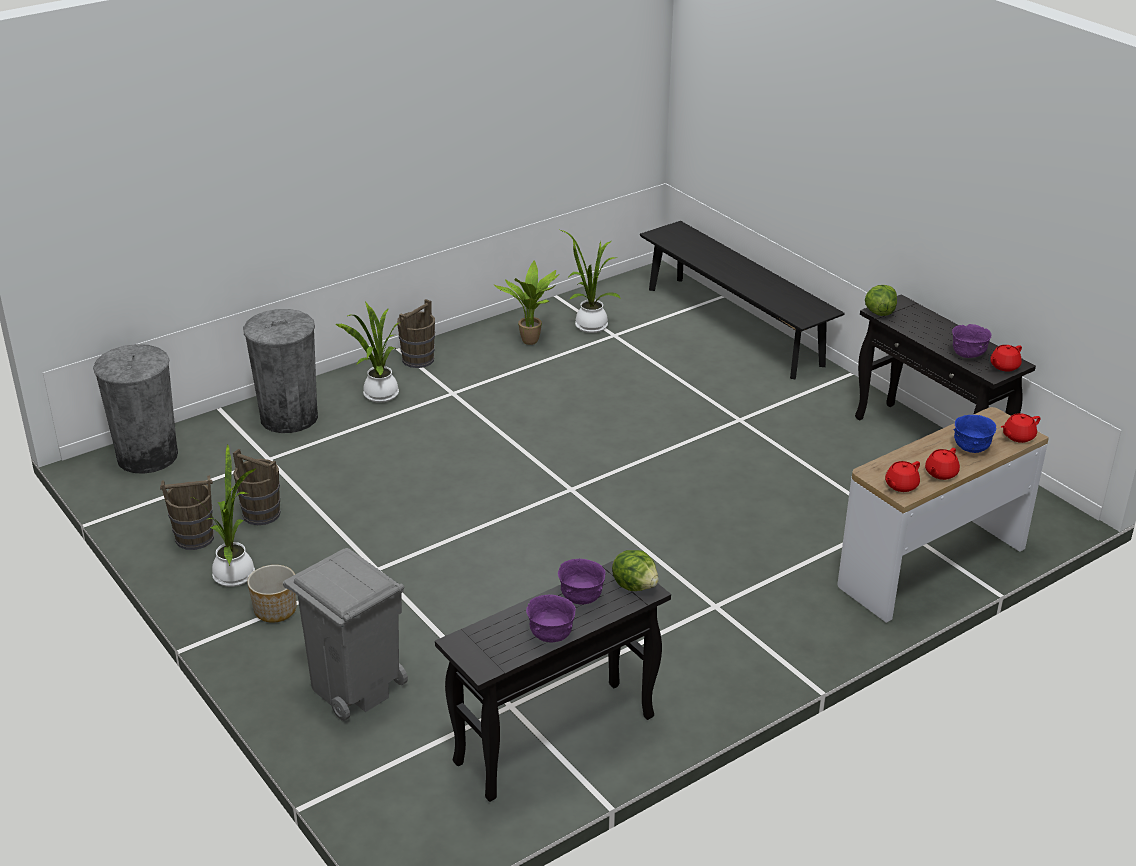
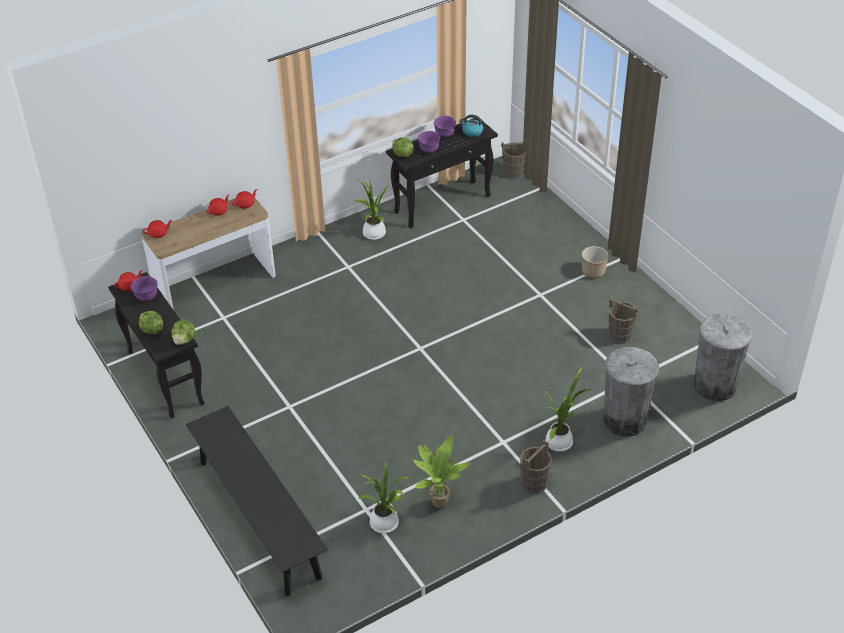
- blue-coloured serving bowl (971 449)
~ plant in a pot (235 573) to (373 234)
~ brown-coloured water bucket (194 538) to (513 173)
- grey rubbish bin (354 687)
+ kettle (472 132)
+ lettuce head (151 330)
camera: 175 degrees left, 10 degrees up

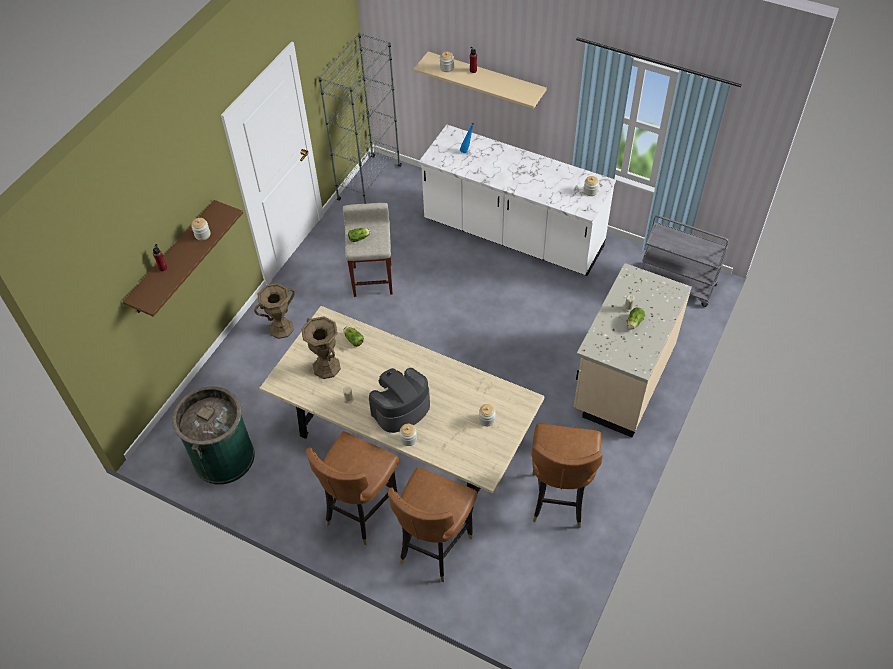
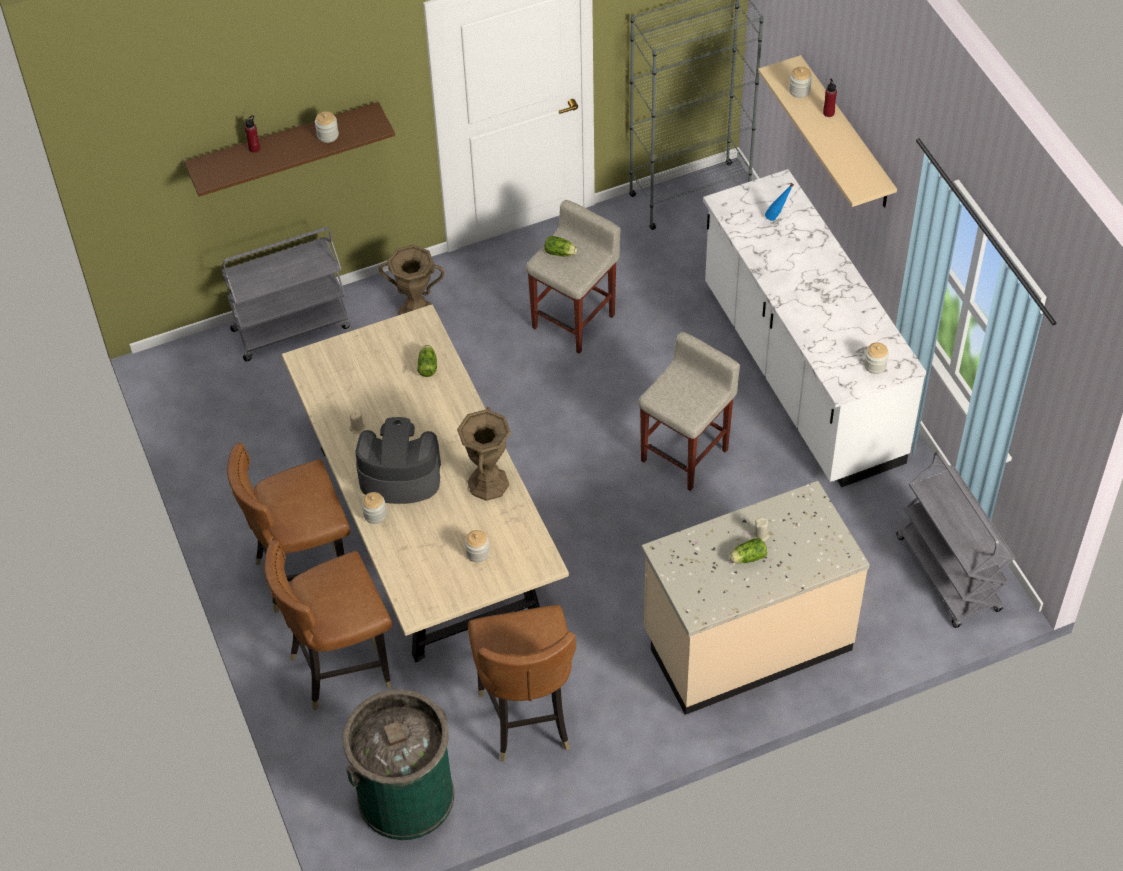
~ brown-coloured vase (326 367) to (488 483)
~ greenish rubbish bin (223 457) to (405 795)
~ brown-coloured plain chair (558 498) = (526 718) 60 degrees counterclockwise
+ grey trolley (292 327)
+ beige stool (685 454)
camera: 40 degrees right, 0 degrees up

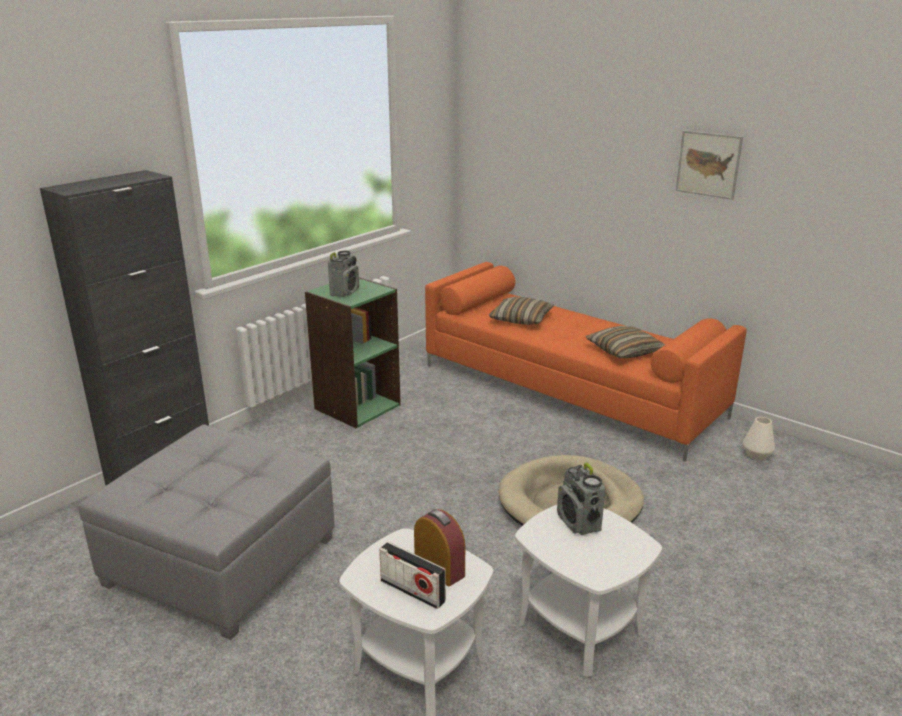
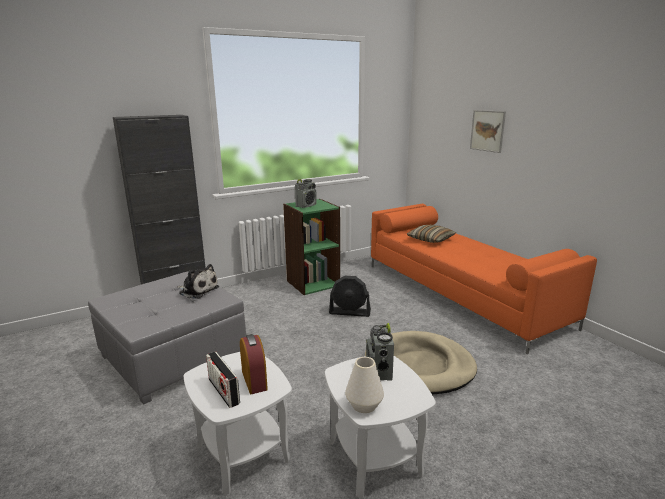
~ wall art (708 164) to (487 131)
- cushion (624 351)
~ whitish vase (757 455) to (364 405)
+ soft toy (197 290)
+ black cooling fan (350 312)
camera: 20 degrees right, 5 degrees down

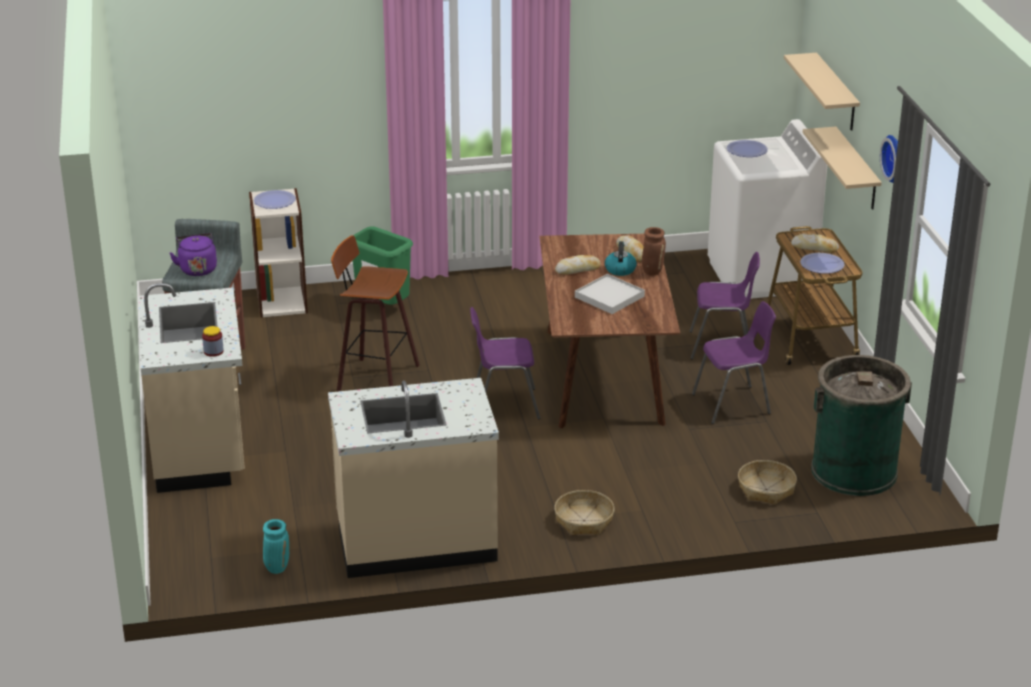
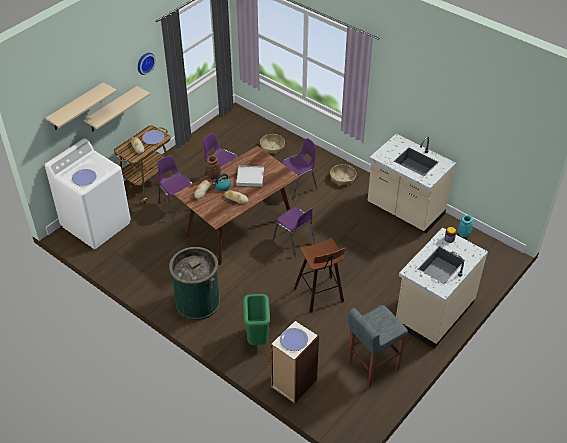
- purple kettle (197 269)
~ greenish rubbish bin (854 471) to (197 302)
+ purple plain chair (298 186)
camera: 130 degrees left, 15 degrees up

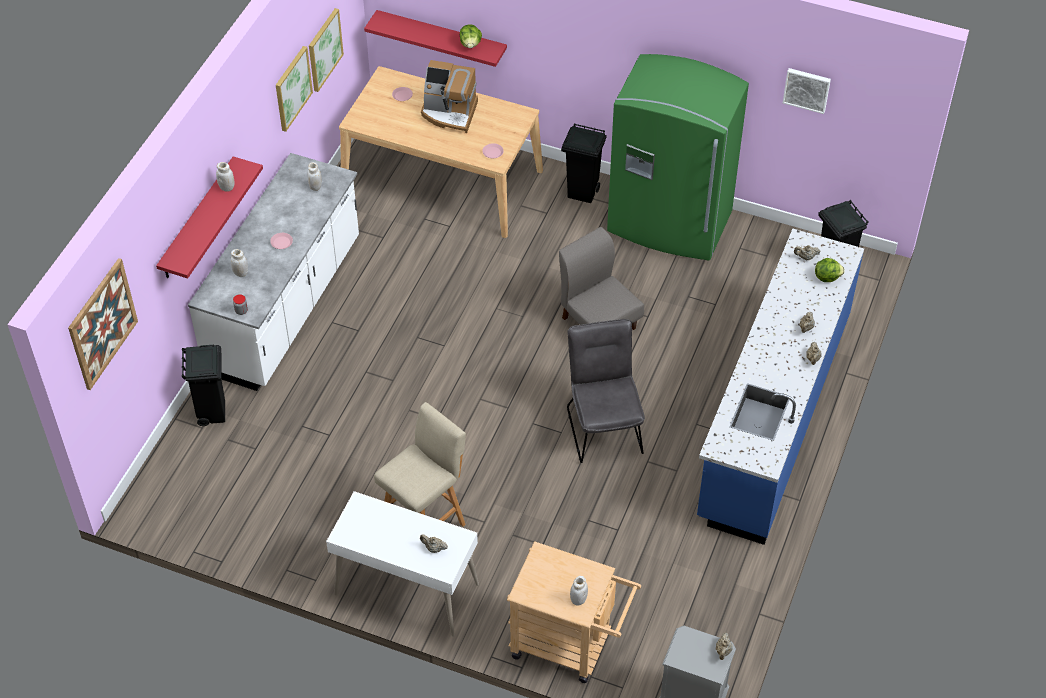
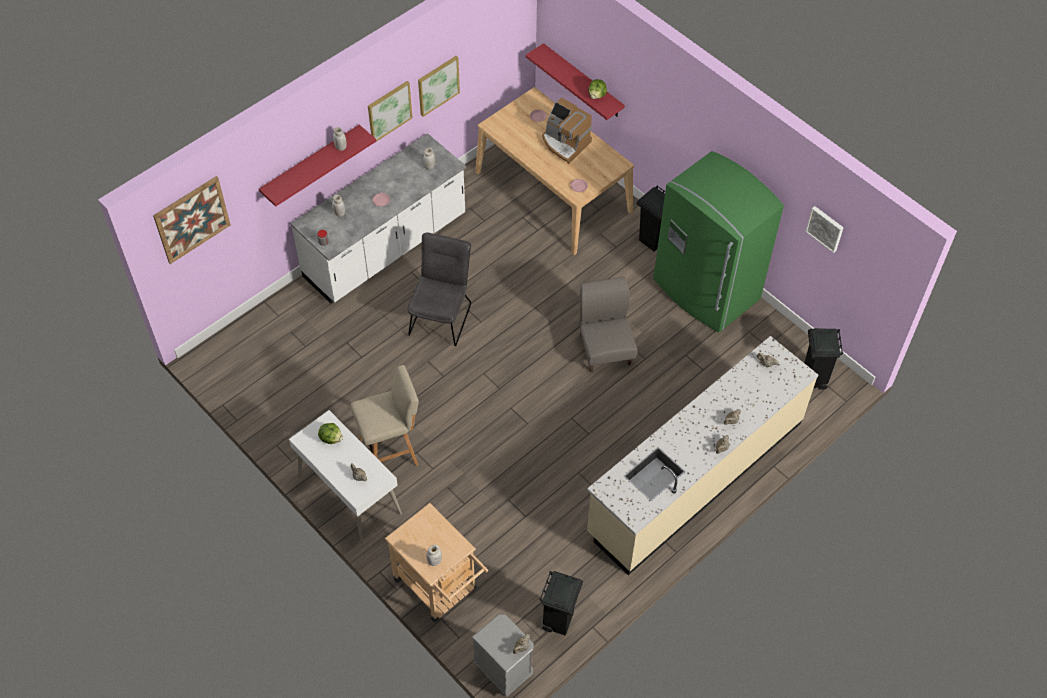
~ wall art (324 49) to (389 111)
~ blue-coloured counter (773 416) to beige counter (695 477)
~ lettuce head (827 277) to (331 438)
~ grey plain chair (603 425) to (442 315)
~ black rubbish bin (212 412) to (558 621)
camera: 25 degrees right, 5 degrees up

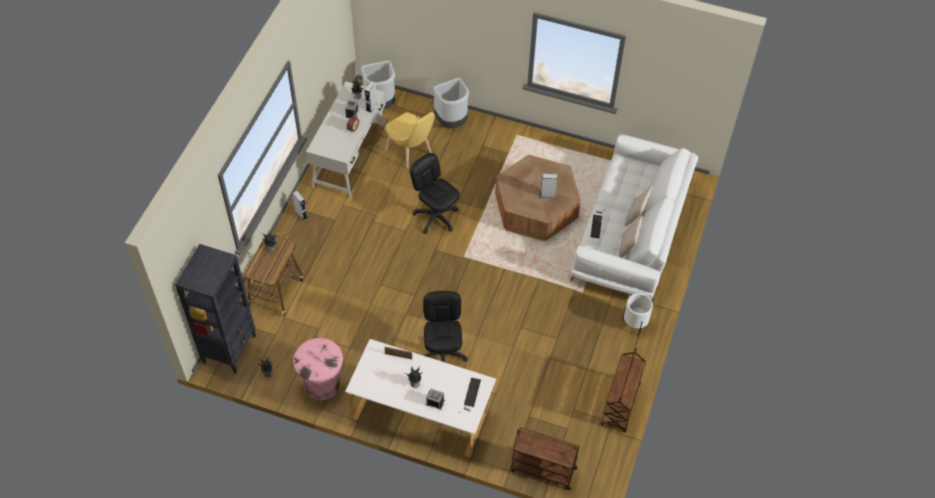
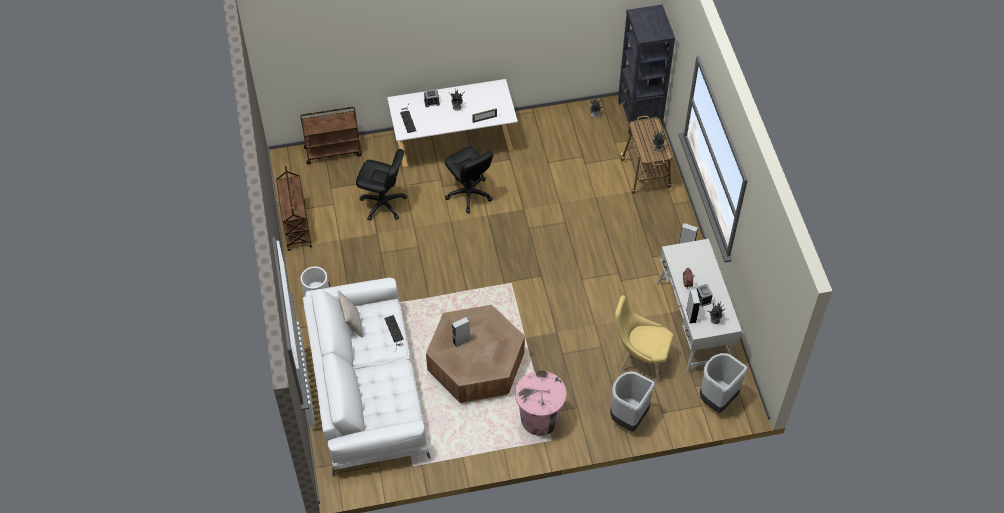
~ black desk chair (436 217) to (383 204)
- beige cushion (636 215)
~ pink rubbish bin (322 384) to (539 419)
camera: 150 degrees right, 0 degrees up

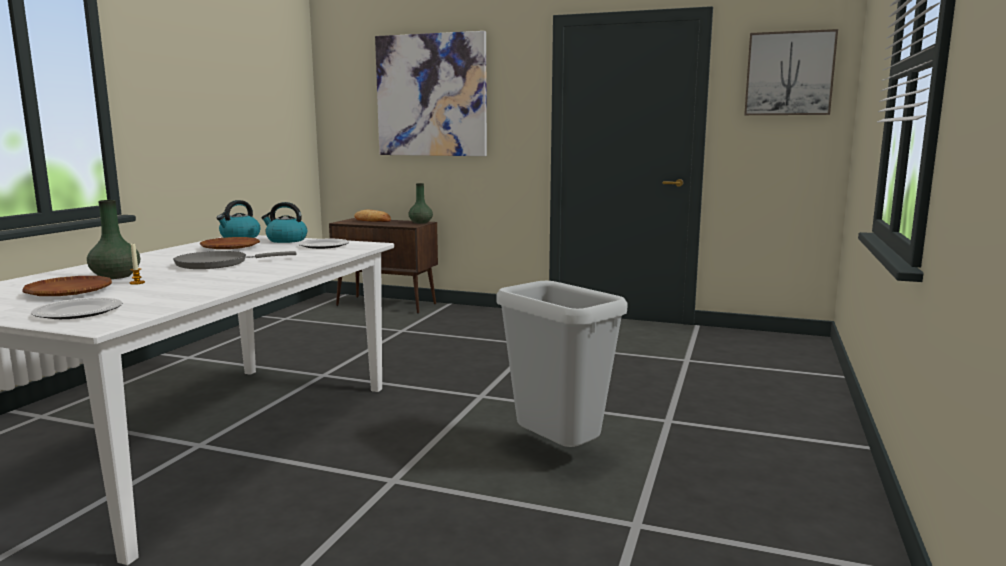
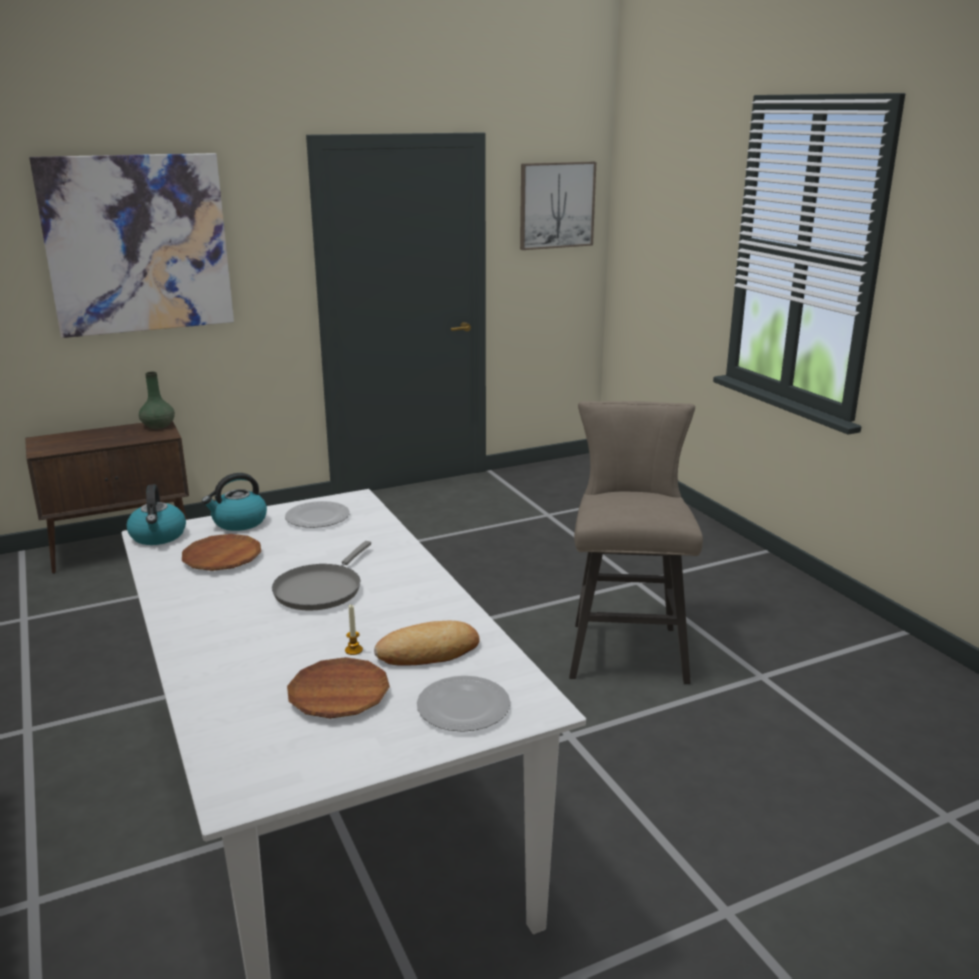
- greenish vase (116 276)
~ bakery bread (372 220) to (428 651)
~ grey rubbish bin (559 453) to beige stool (626 647)
camera: 45 degrees left, 10 degrees up

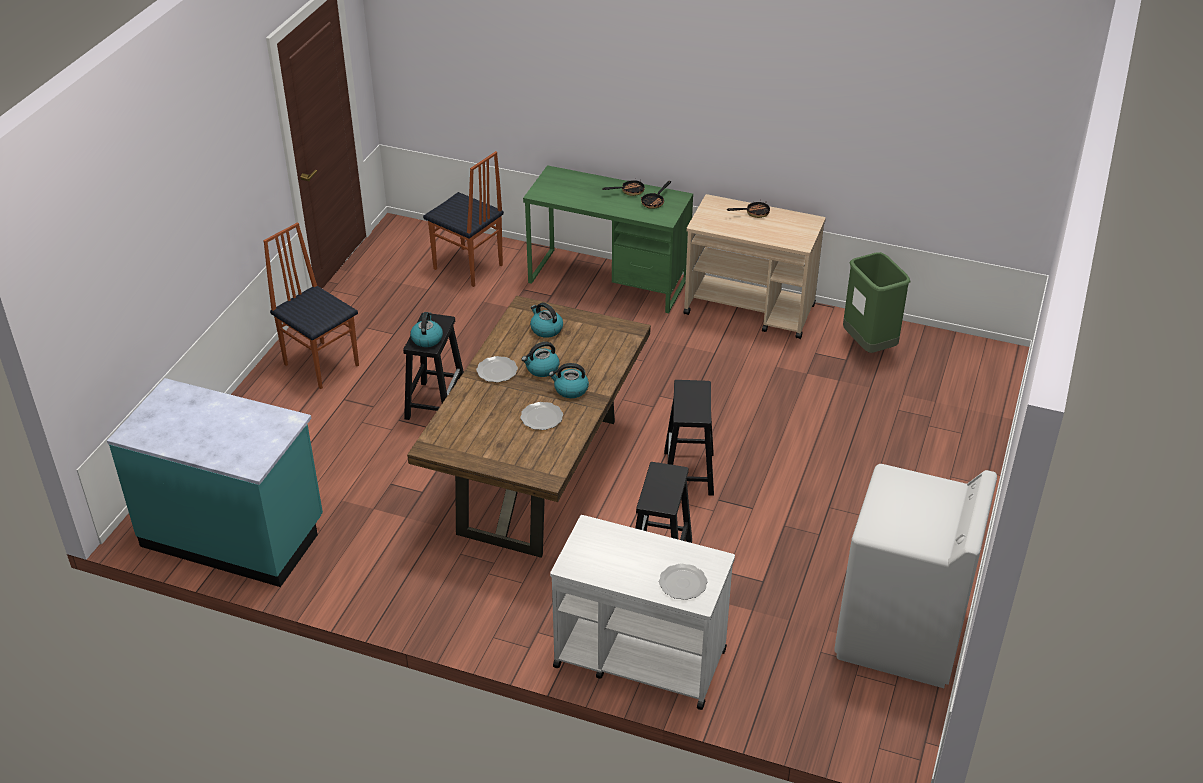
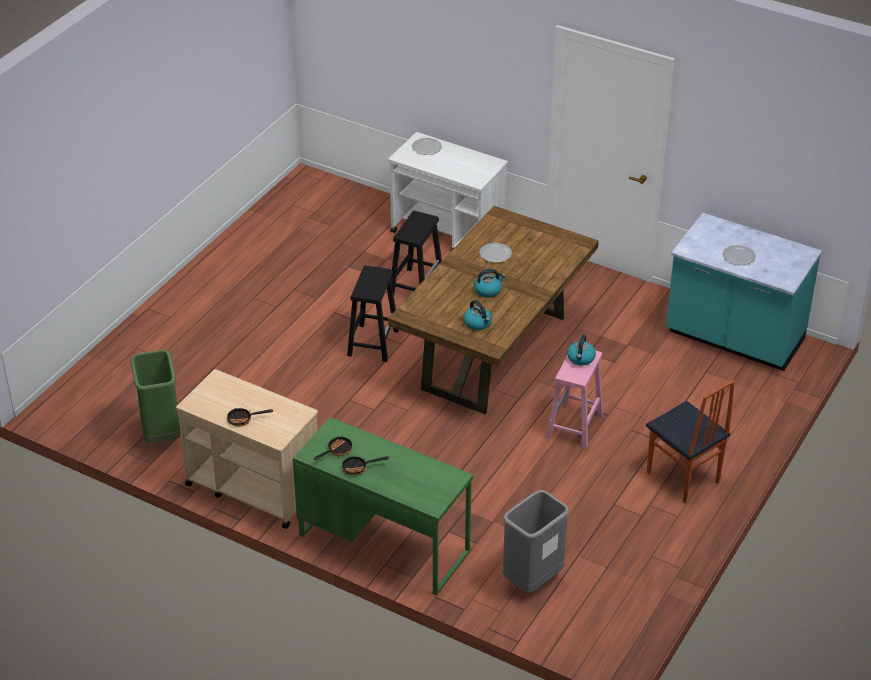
~ plain chair (468 268) to grey rubbish bin (532 580)
~ black stool (436 402) to pink stool (574 426)
~ flat dish (497 371) to (738 256)
- kettle (570 389)
- whitish laundry machine (900 635)
camera: 170 degrees left, 0 degrees up

